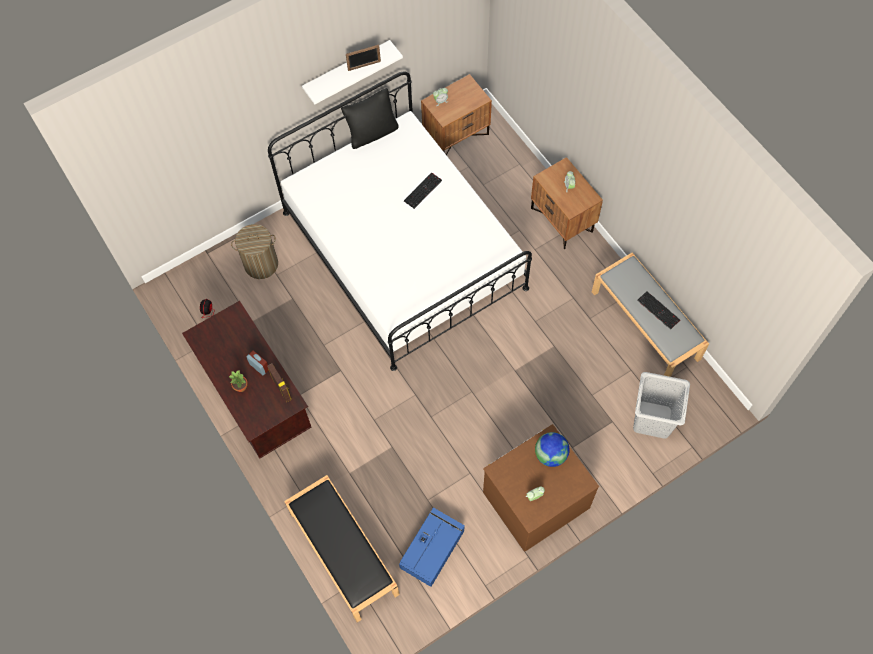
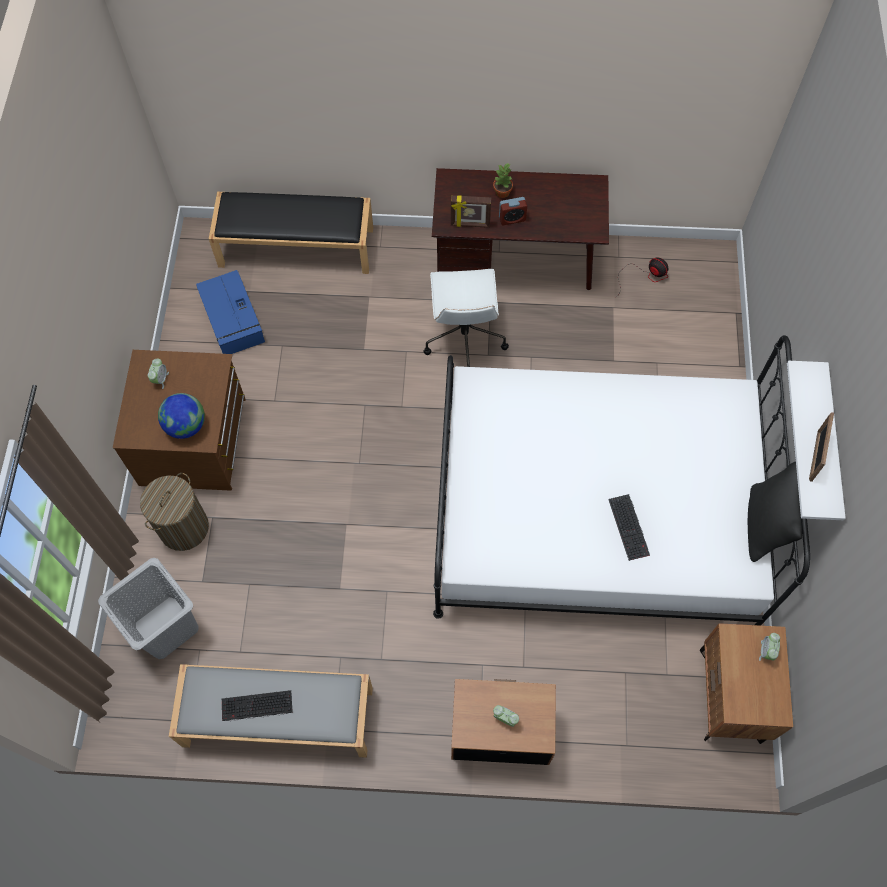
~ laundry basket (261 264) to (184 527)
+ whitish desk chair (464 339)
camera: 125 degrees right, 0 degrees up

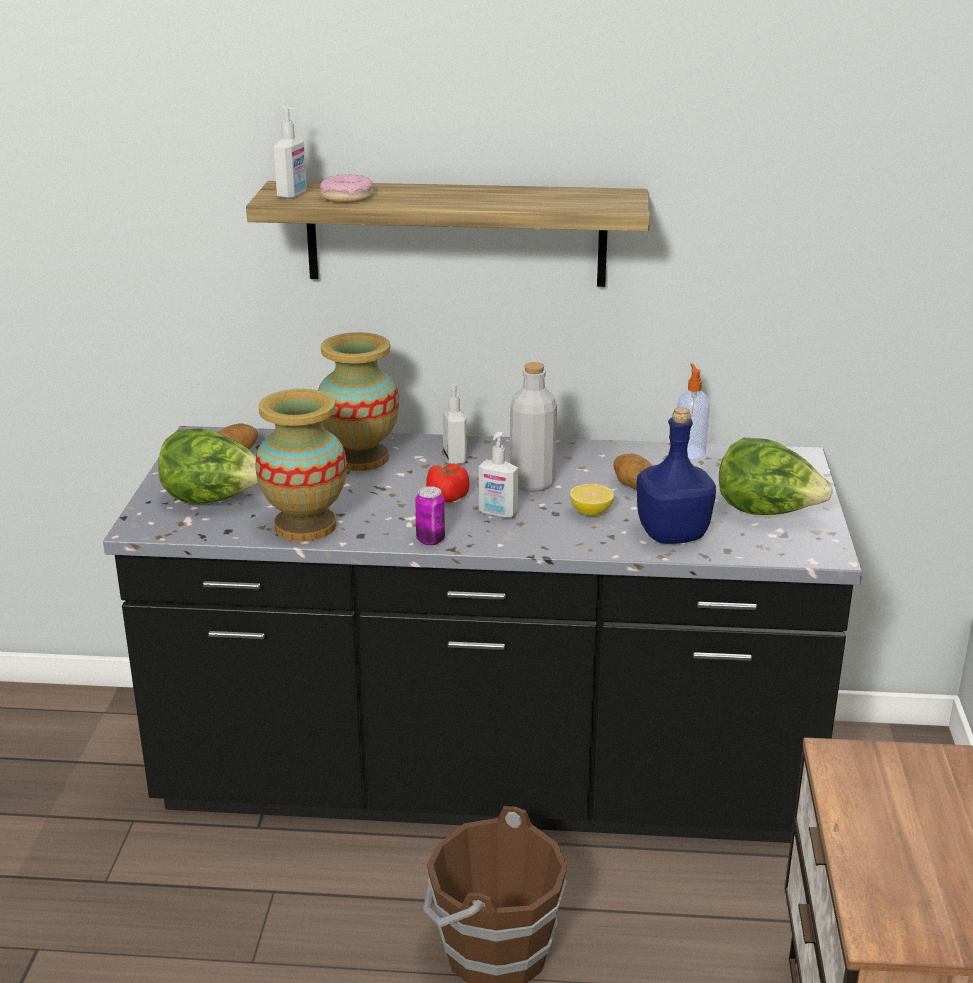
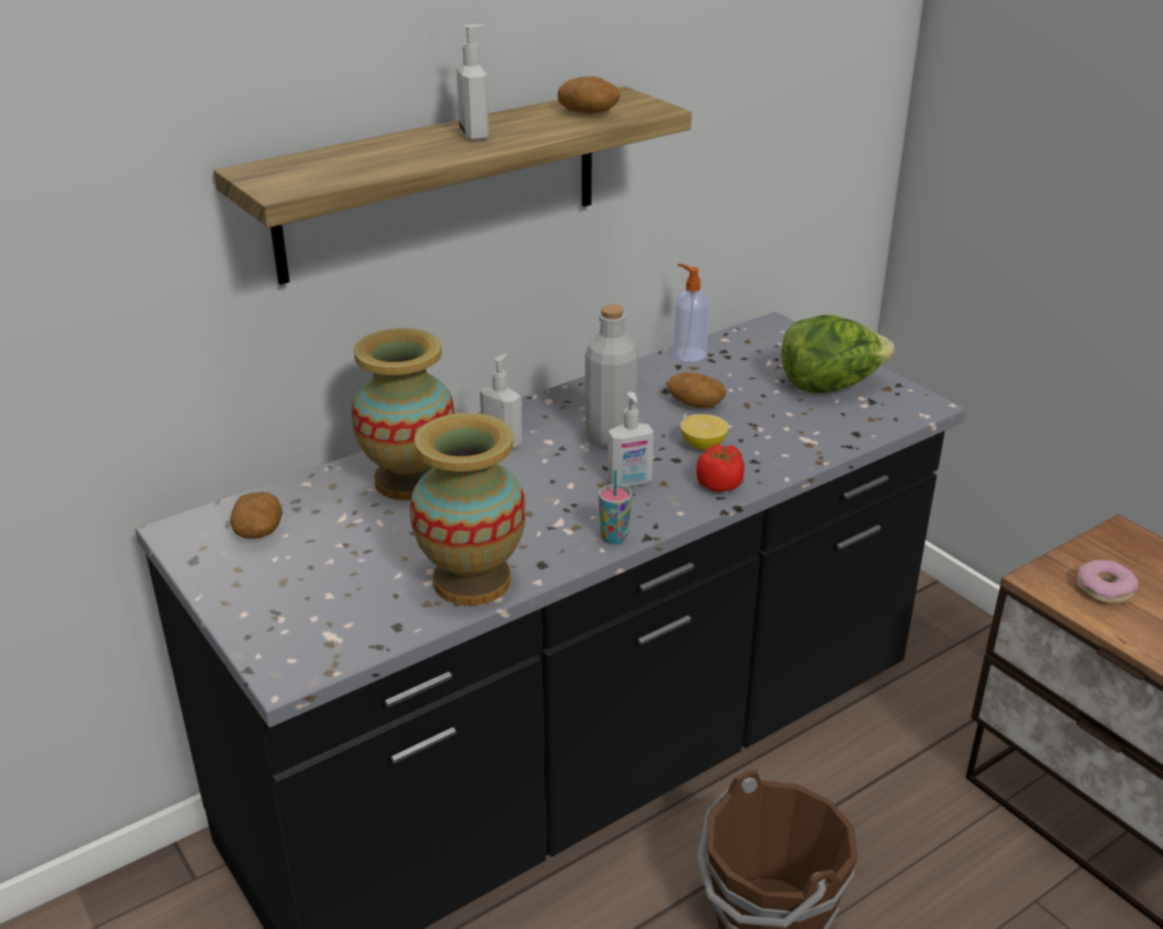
~ liquid soap bottle (293 195) to (475 135)
~ ring doughnut (347 197) to (1104 589)
- blue-coloured drink bottle (673 535)
- lettuce head (213 500)
~ fresh tomato (448 497) to (719 485)
~ can (430 540) to cup (614 538)
+ potato (589 113)
camera: 40 degrees left, 5 degrees up

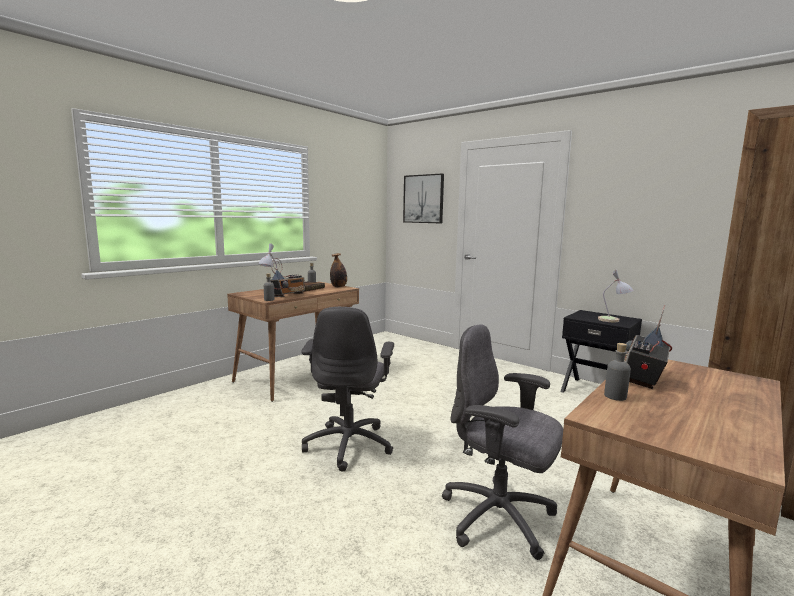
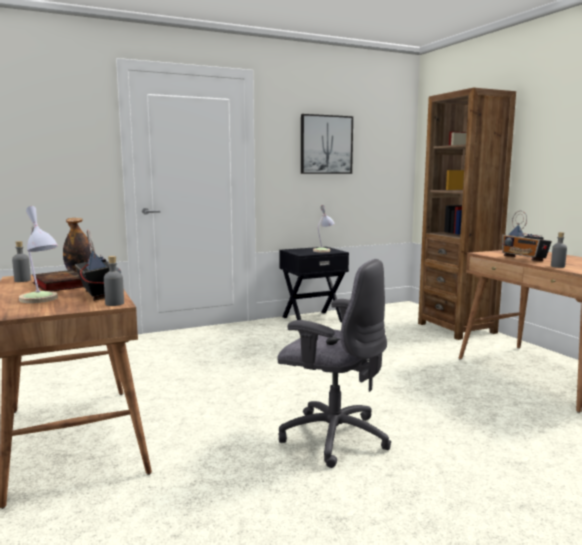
~ wall art (423 199) to (326 144)
- grey desk chair (499 518)
camera: 65 degrees left, 0 degrees up

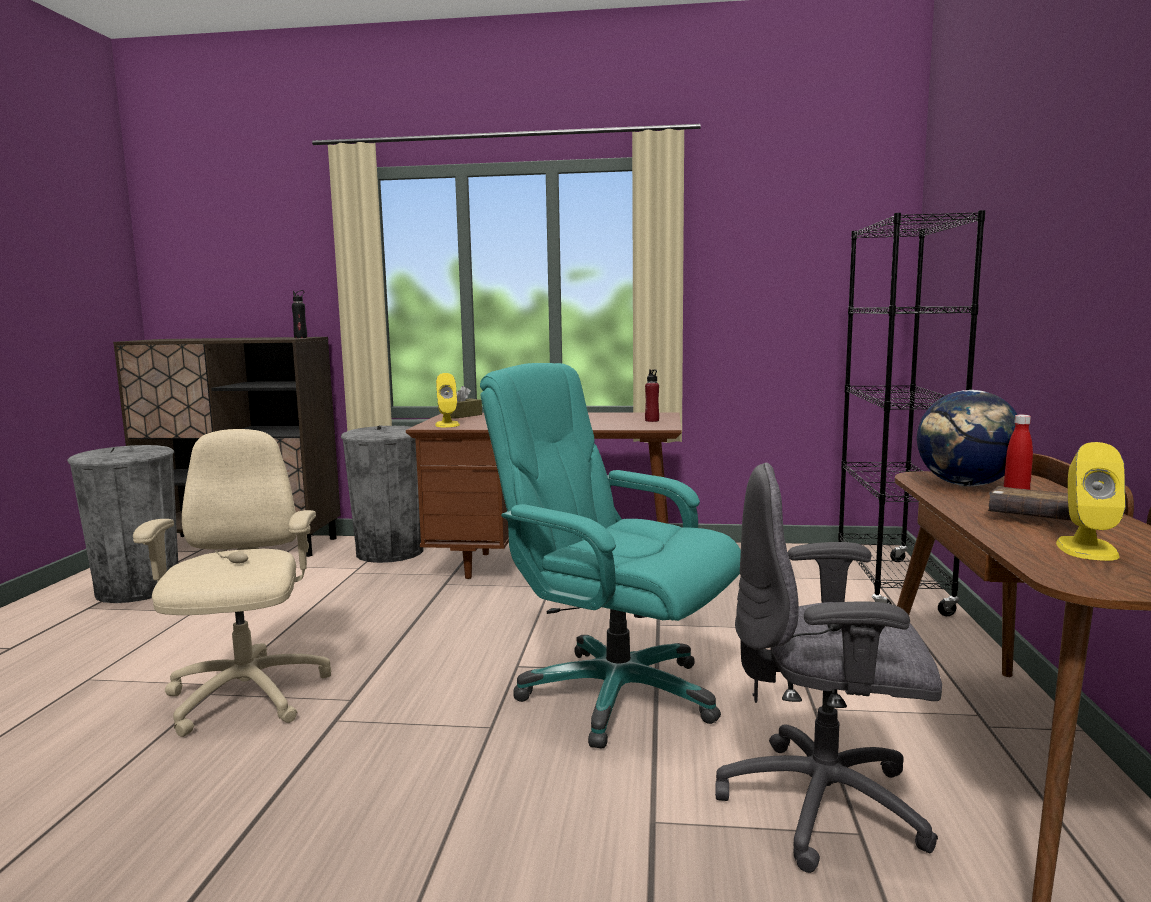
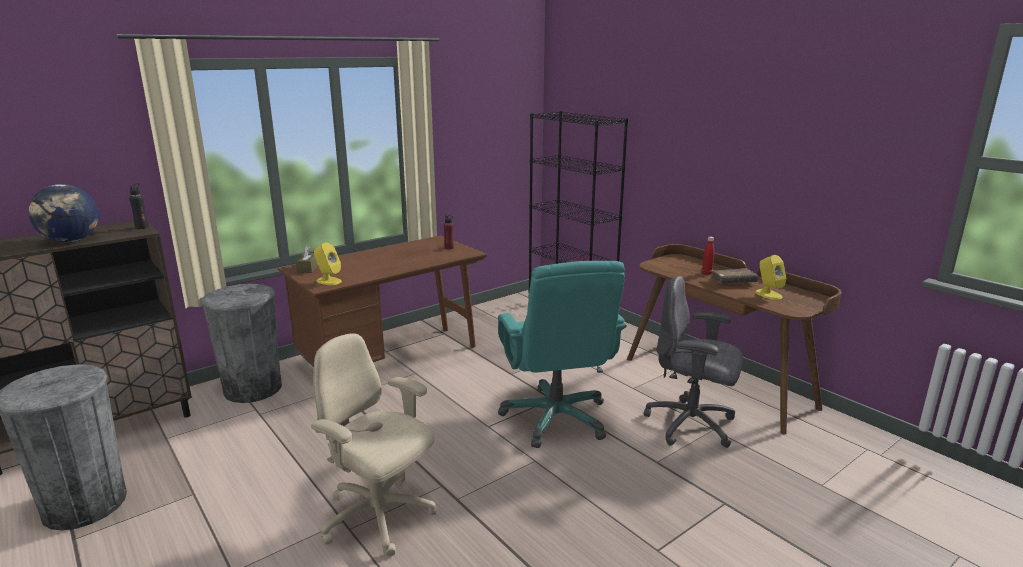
~ turquoise-coloured desk chair (616 694) = (556 418) 90 degrees counterclockwise
~ world globe (966 485) to (71 241)
~ grey desk chair (826 805) = (692 425) 60 degrees clockwise
camera: 45 degrees left, 10 degrees up

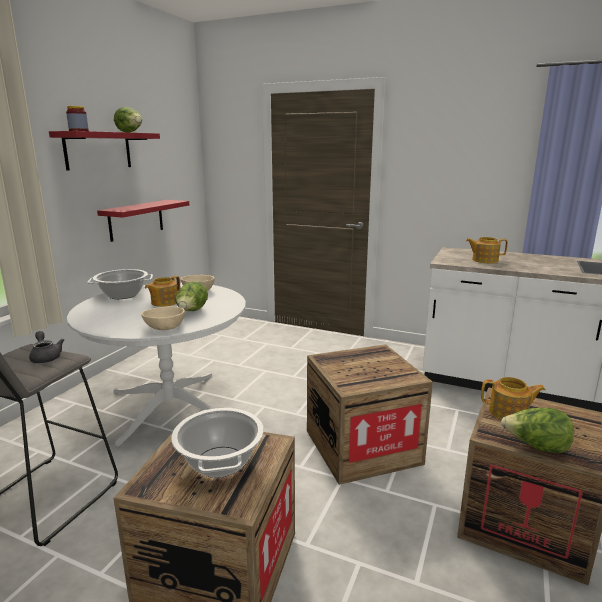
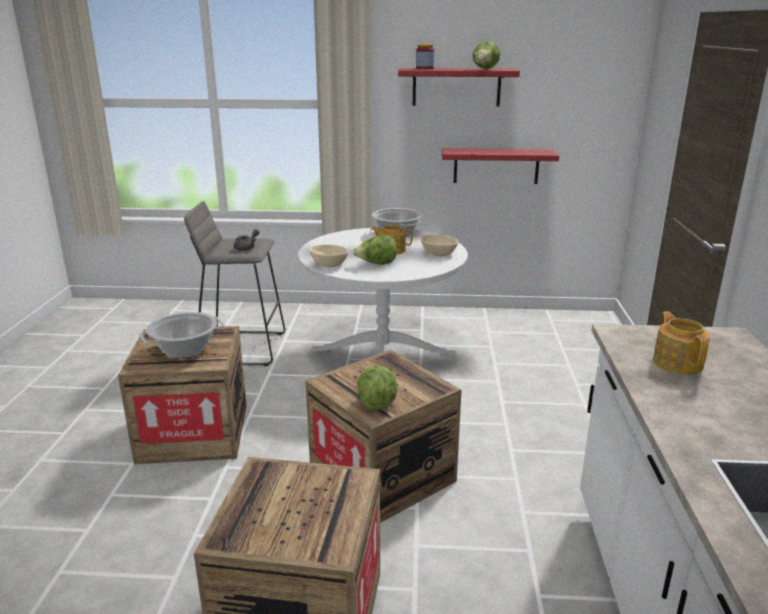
- tea pot (509 413)
~ lettuce head (536 447) to (377 402)
camera: 70 degrees right, 5 degrees up

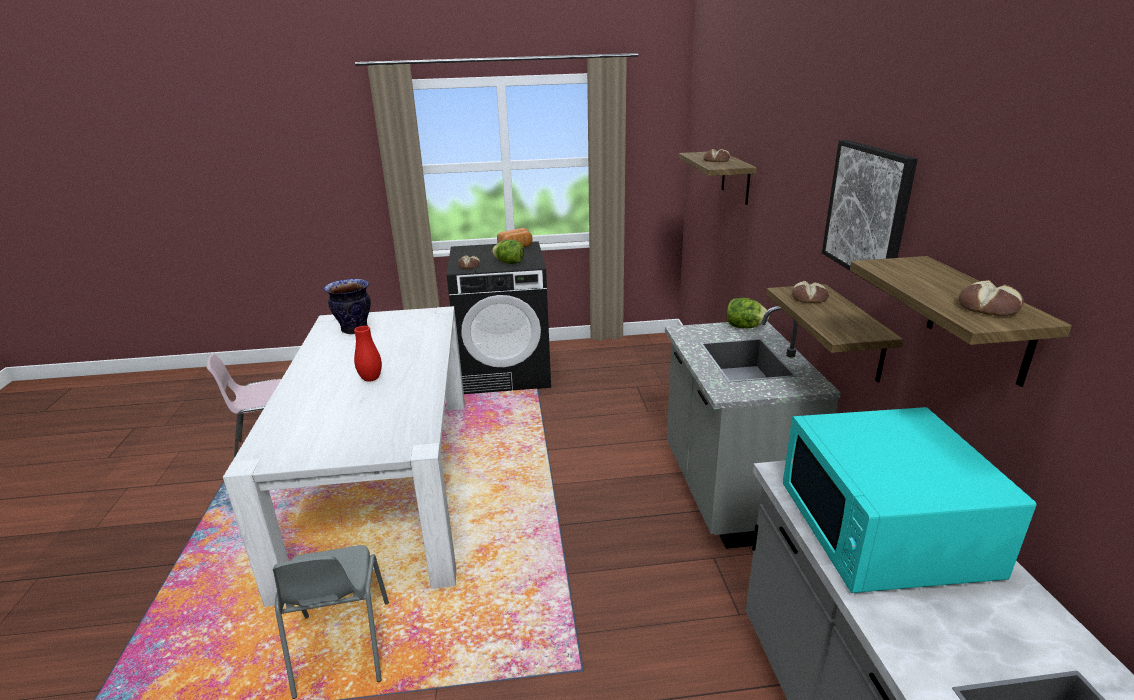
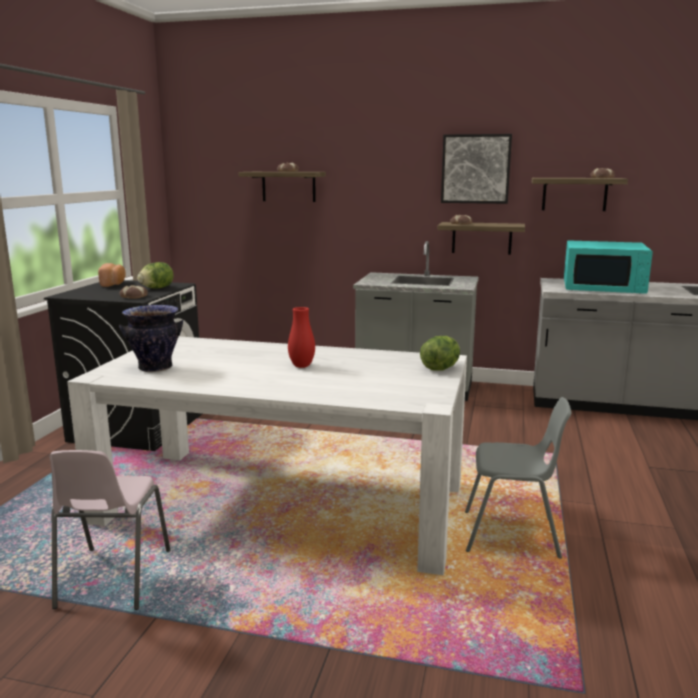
~ lettuce head (744 327) to (440 368)
camera: 70 degrees left, 10 degrees down

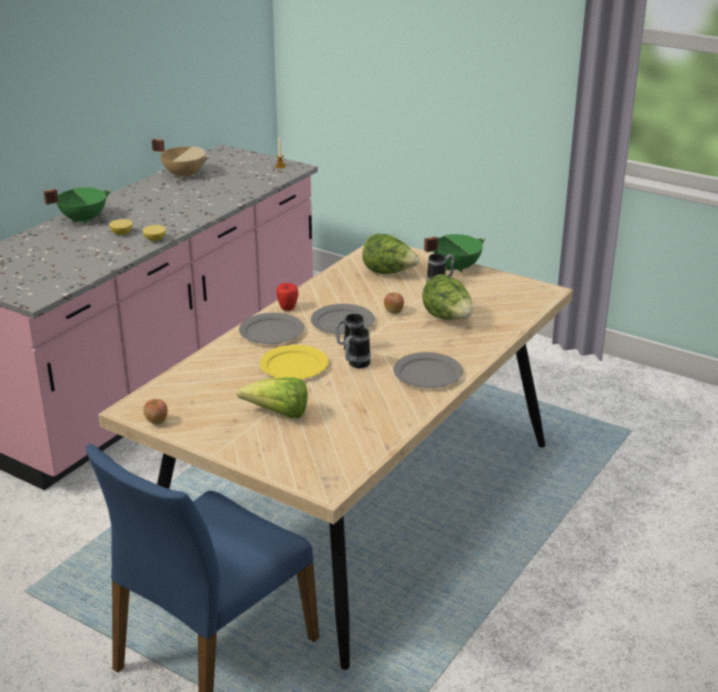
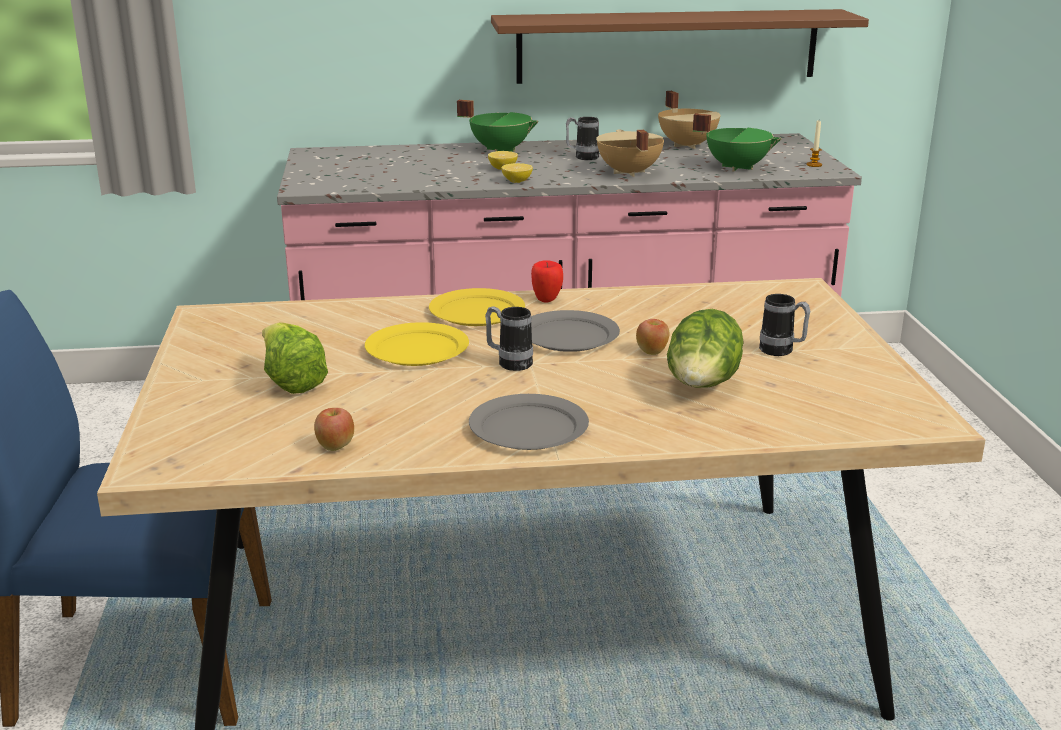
- lettuce head (389 273)
~ greenish saucepot (455 267) to (737 167)
~ grey flat dish (272 331) to yellow flat dish (478 312)
~ mug (356 365) to (582 157)
~ apple (156 422) to (335 446)
+ brown-coloured shelf (667 46)
+ beige saucepot (628 173)
camera: 50 degrees right, 5 degrees down

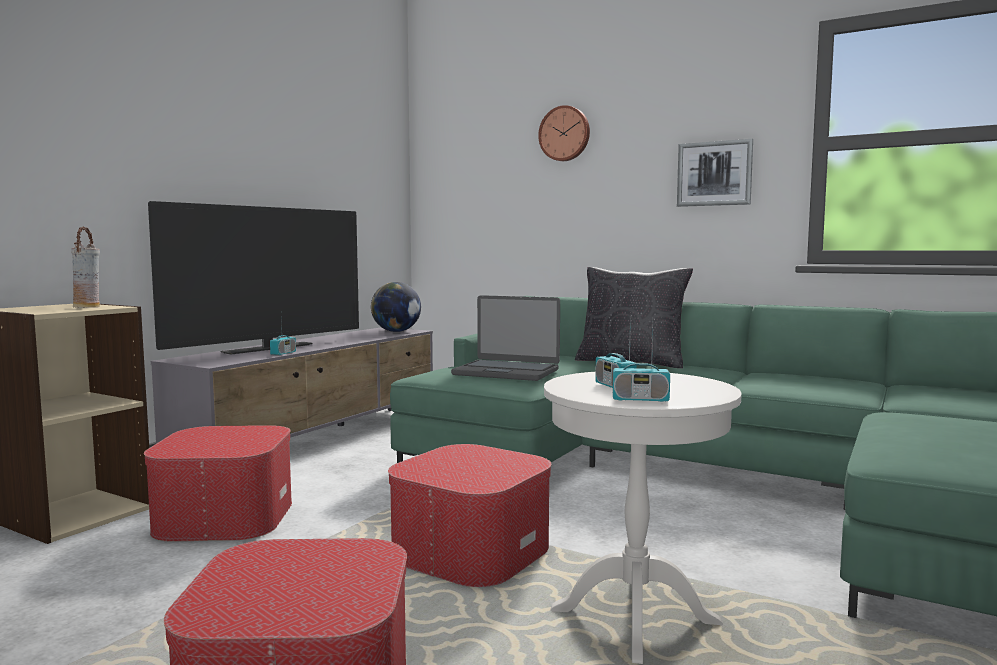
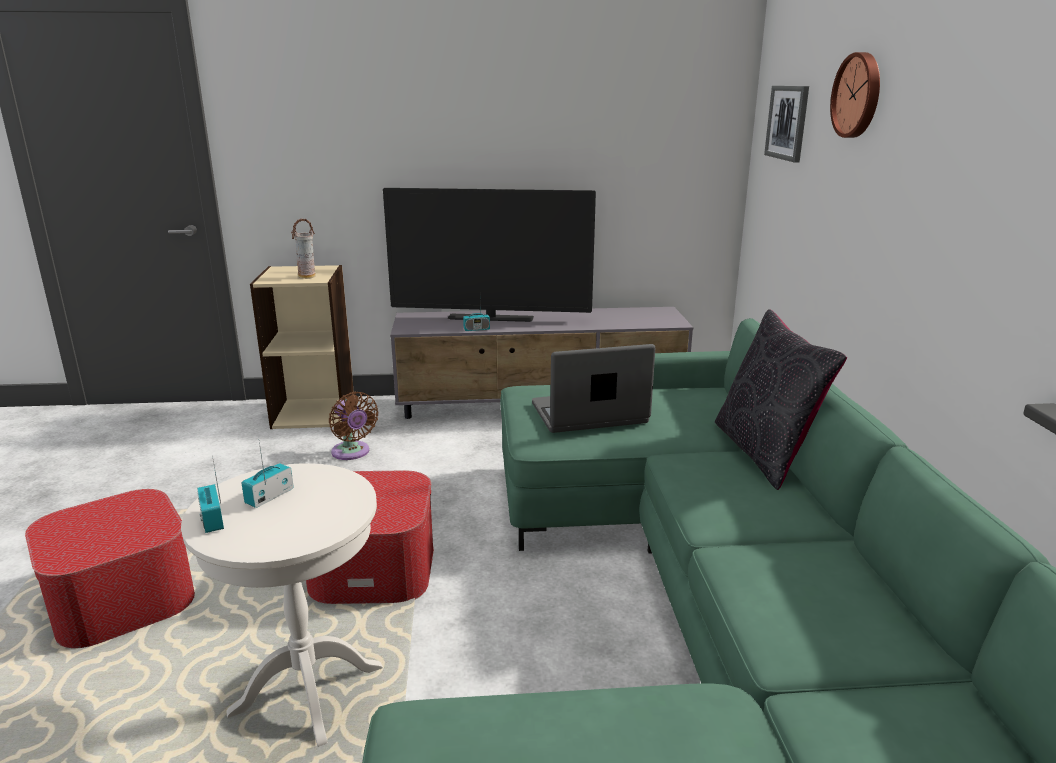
~ wall art (714 173) to (788 122)
- world globe (396 331)
~ laptop (507 372) = (589 414) 90 degrees clockwise
~ footrest (224 516) to brown-coloured cooling fan (352 453)
camera: 55 degrees right, 15 degrees up

